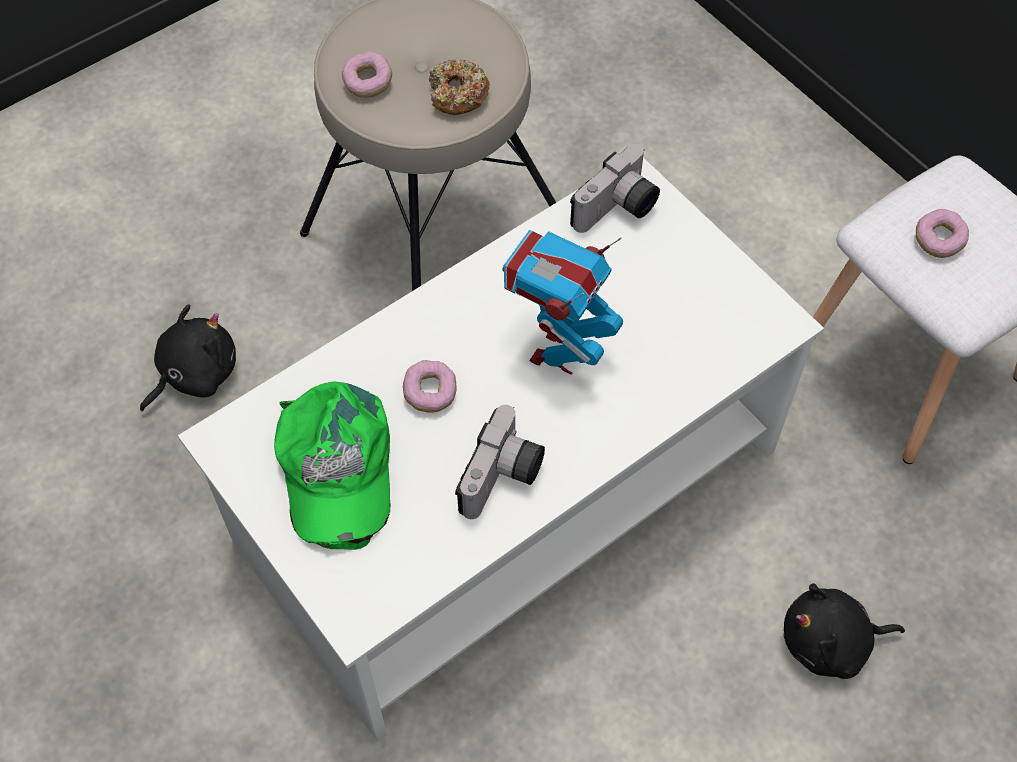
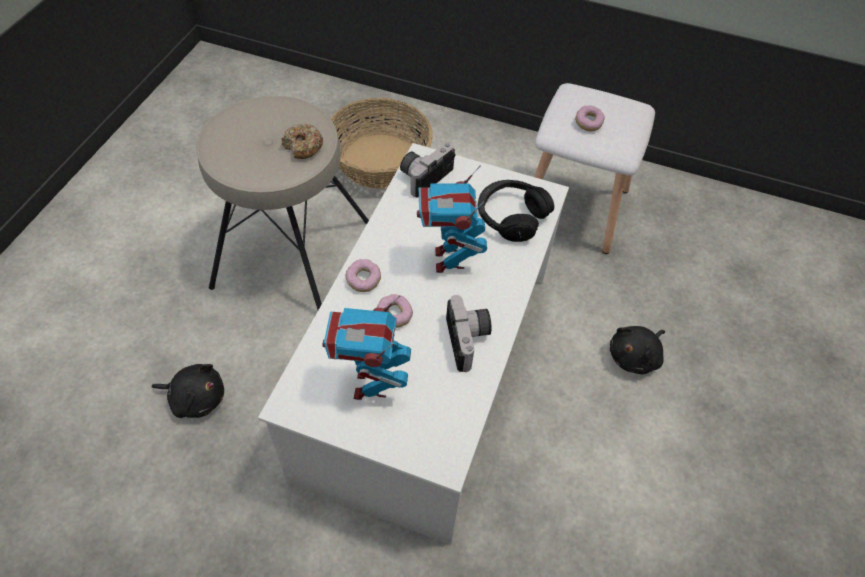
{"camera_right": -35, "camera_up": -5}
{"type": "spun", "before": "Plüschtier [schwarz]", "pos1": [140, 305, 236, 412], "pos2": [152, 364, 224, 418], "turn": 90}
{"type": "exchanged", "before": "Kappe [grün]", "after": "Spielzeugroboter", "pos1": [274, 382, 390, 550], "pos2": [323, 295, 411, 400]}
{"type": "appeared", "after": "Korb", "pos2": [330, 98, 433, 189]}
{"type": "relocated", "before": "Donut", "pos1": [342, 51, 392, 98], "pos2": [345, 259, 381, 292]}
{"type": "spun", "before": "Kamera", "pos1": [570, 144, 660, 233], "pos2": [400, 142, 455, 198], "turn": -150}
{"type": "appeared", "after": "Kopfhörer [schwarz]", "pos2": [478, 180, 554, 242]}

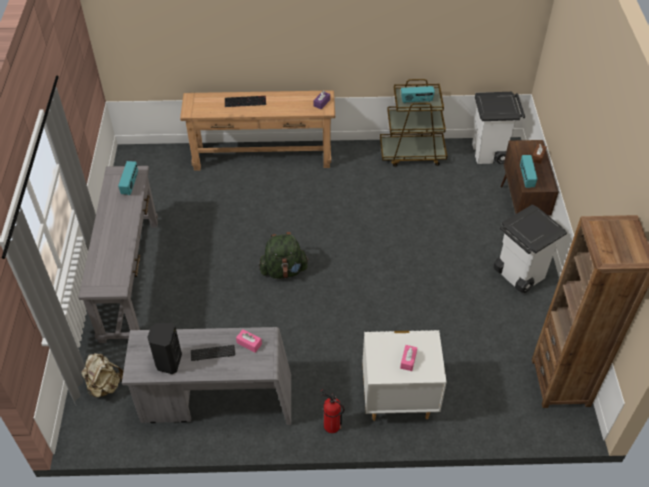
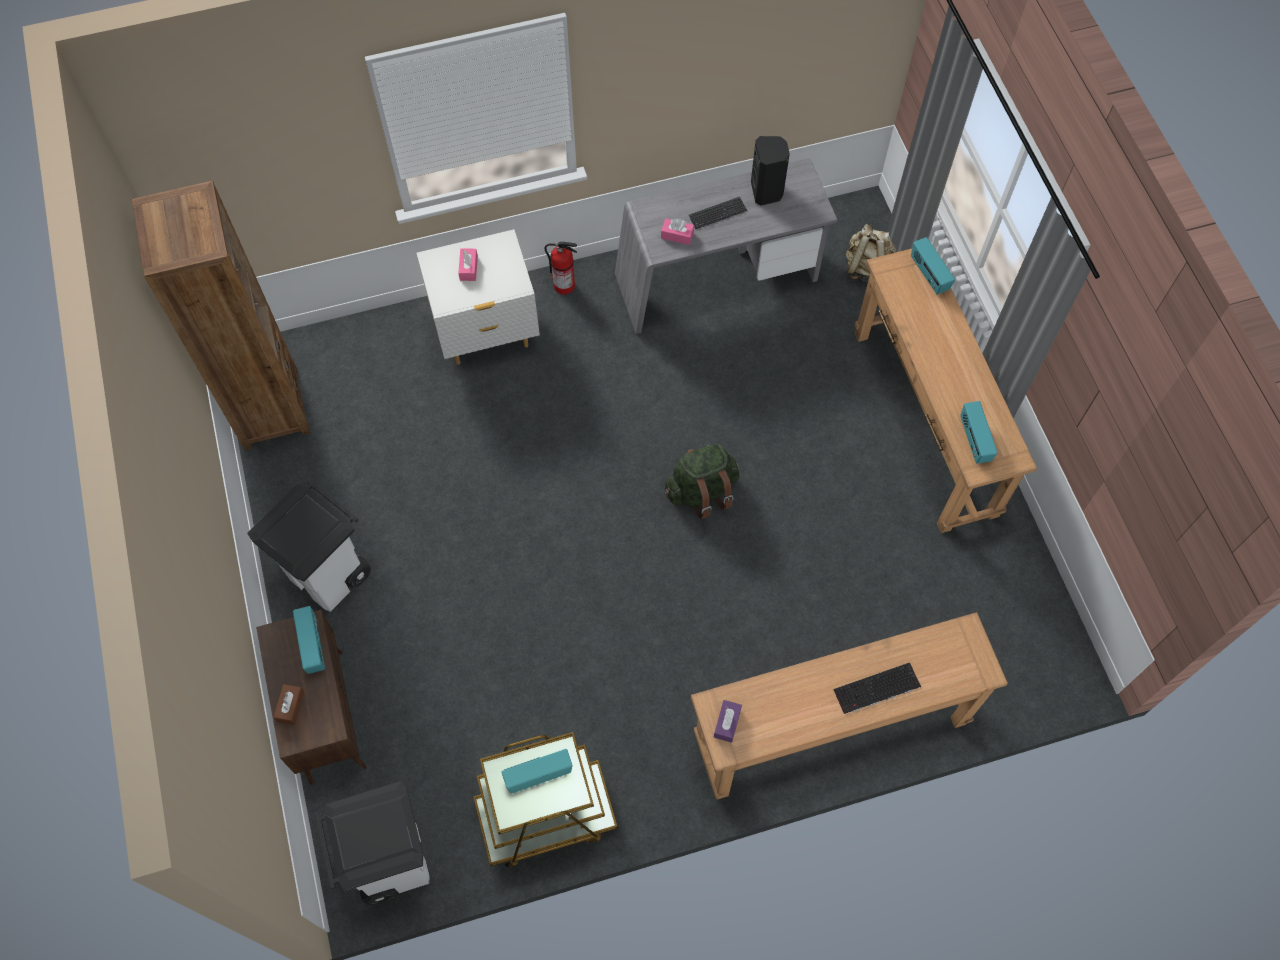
{"camera_right": 165, "camera_up": 15}
{"type": "colour", "before": "Konsolentisch [grau]", "after": "Konsolentisch [braun]", "pos1": [78, 166, 158, 343], "pos2": [855, 249, 1037, 533]}
{"type": "appeared", "after": "Radio", "pos2": [911, 237, 955, 295]}

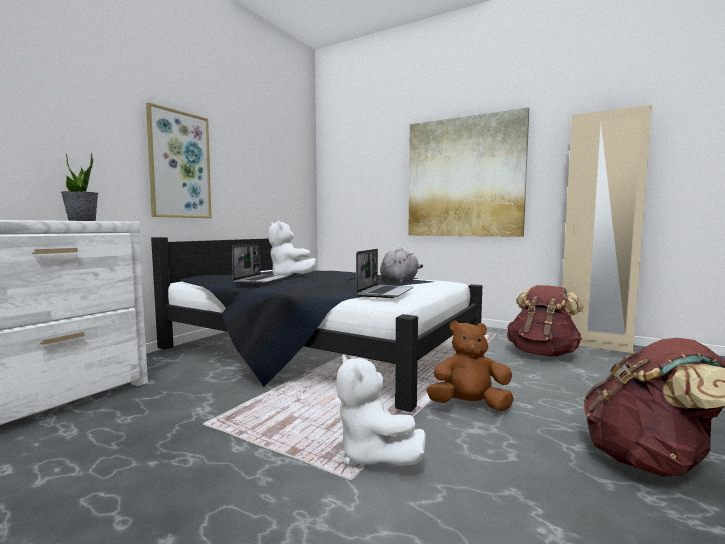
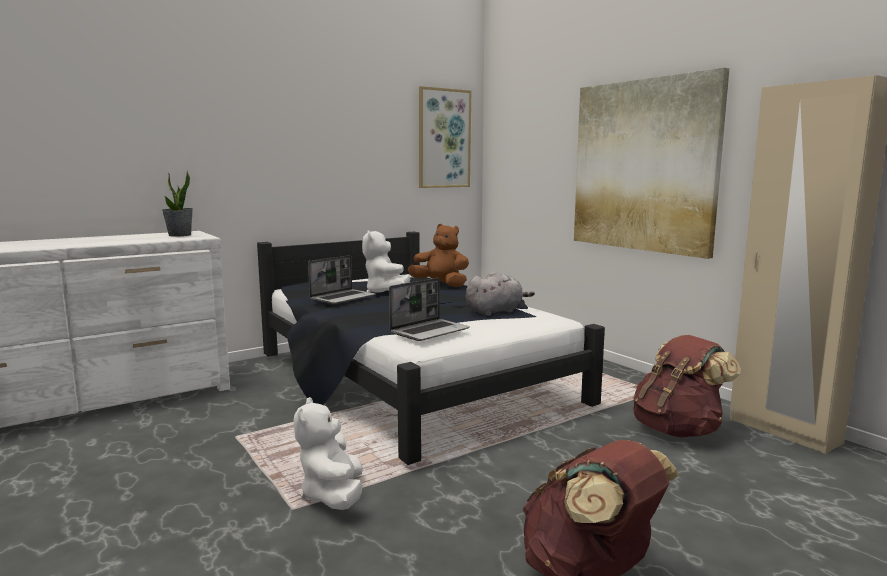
{"camera_right": 25, "camera_up": 5}
{"type": "relocated", "before": "Plüschtier [braun]", "pos1": [426, 320, 514, 411], "pos2": [408, 224, 469, 287]}
{"type": "relocated", "before": "Bild", "pos1": [146, 102, 211, 218], "pos2": [419, 86, 471, 188]}

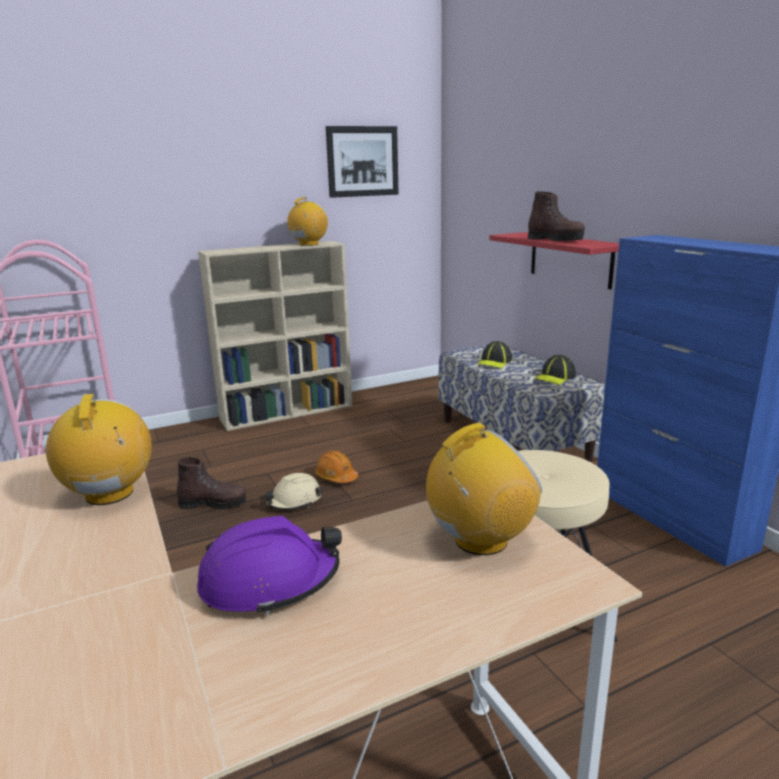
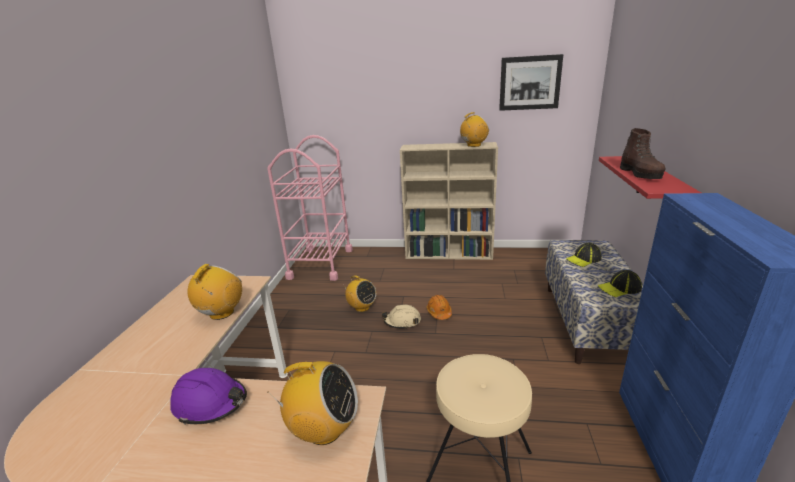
{"camera_right": 35, "camera_up": 5}
{"type": "exchanged", "before": "Stiefel [braun]", "after": "Radio", "pos1": [177, 457, 246, 509], "pos2": [344, 275, 376, 312]}

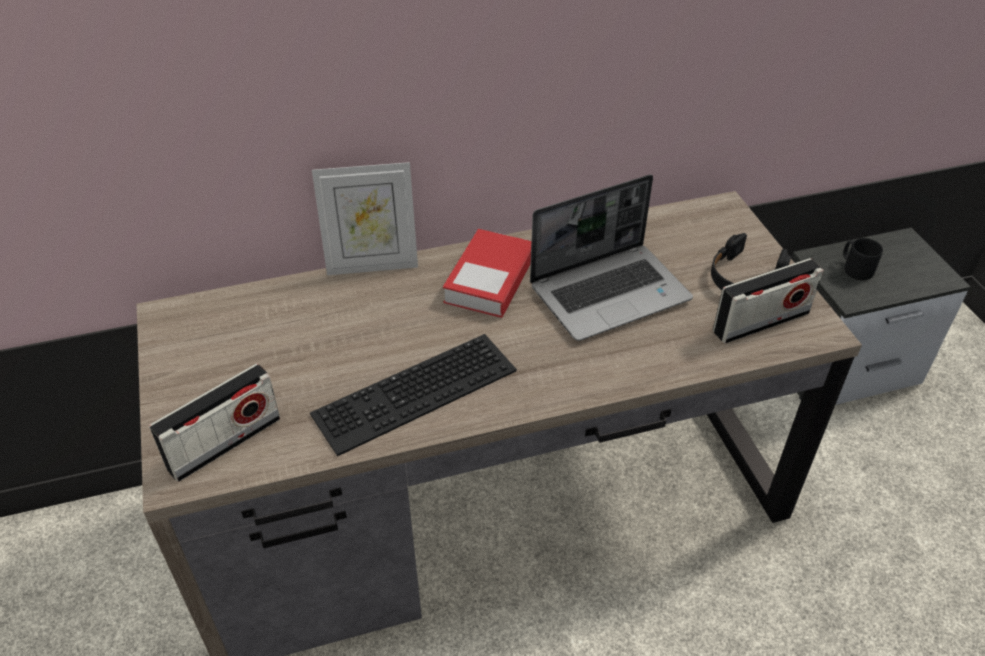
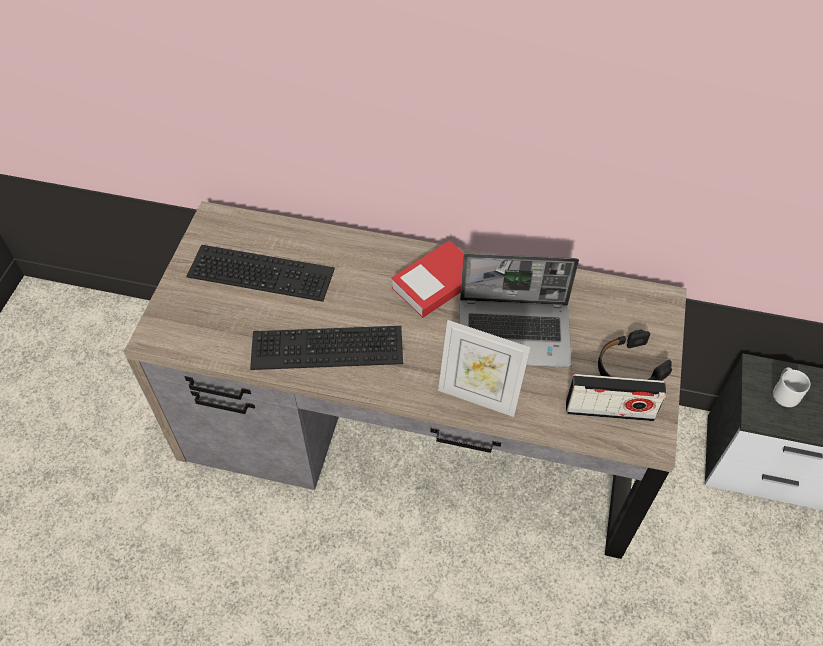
{"camera_right": 30, "camera_up": 10}
{"type": "appeared", "after": "Tastatur", "pos2": [186, 245, 335, 302]}
{"type": "relocated", "before": "Bilderrahmen", "pos1": [312, 162, 418, 275], "pos2": [438, 320, 531, 417]}
{"type": "colour", "before": "Henkelbecher [schwarz]", "after": "Henkelbecher [weiß]", "pos1": [843, 238, 883, 280], "pos2": [773, 367, 810, 407]}
{"type": "missing", "before": "Radio", "pos1": [149, 364, 280, 482]}

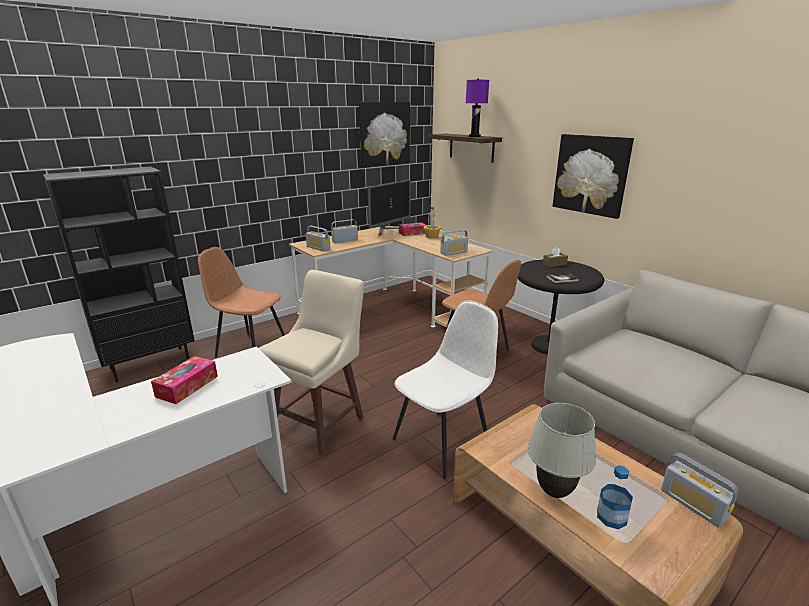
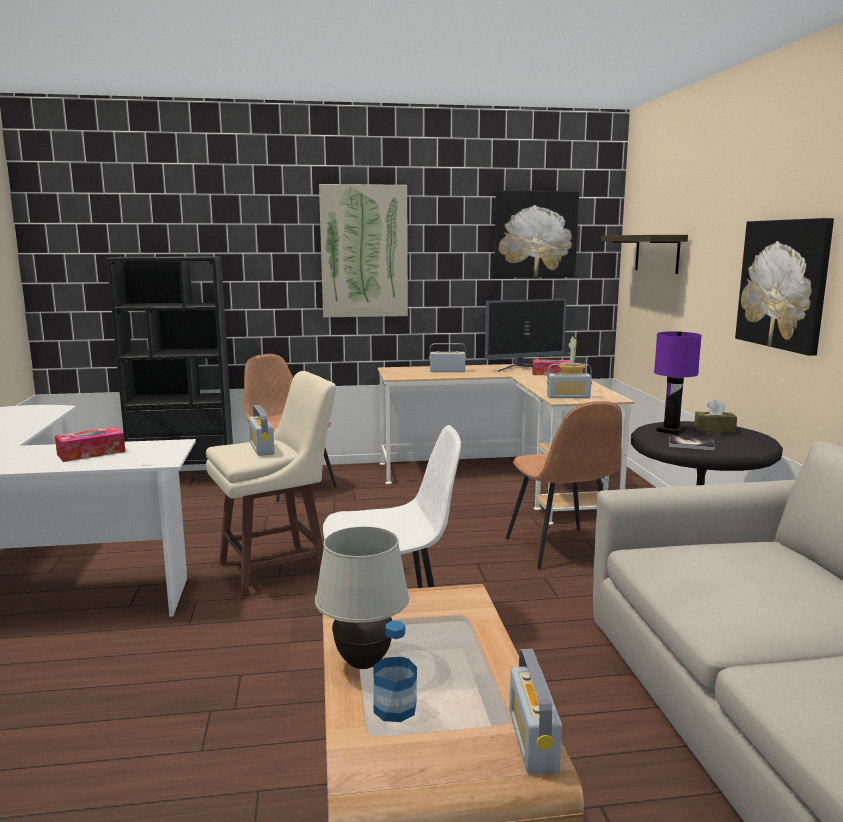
{"camera_right": 30, "camera_up": -10}
{"type": "relocated", "before": "Radio", "pos1": [306, 226, 331, 251], "pos2": [249, 405, 275, 456]}
{"type": "appeared", "after": "Bild", "pos2": [319, 184, 408, 317]}
{"type": "relocated", "before": "Tischlampe [lila]", "pos1": [466, 79, 489, 137], "pos2": [654, 331, 702, 435]}

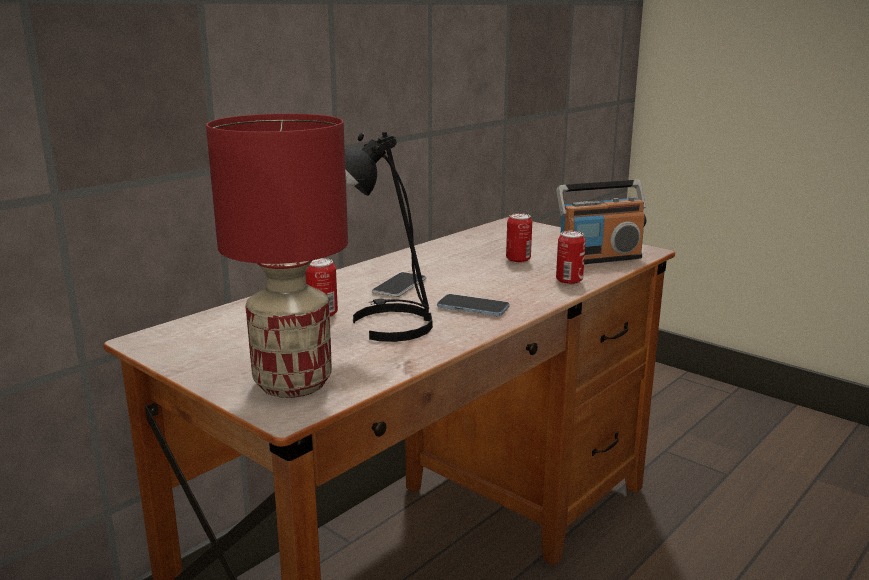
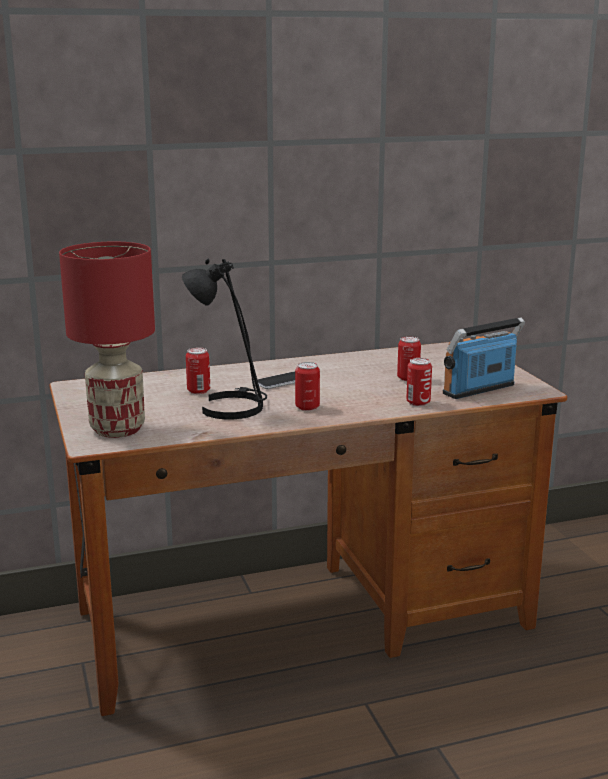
{"camera_right": 30, "camera_up": 0}
{"type": "exchanged", "before": "Handy", "after": "Dose", "pos1": [437, 294, 509, 316], "pos2": [295, 362, 320, 411]}
{"type": "spun", "before": "Radio", "pos1": [556, 180, 646, 264], "pos2": [443, 317, 525, 399], "turn": 135}

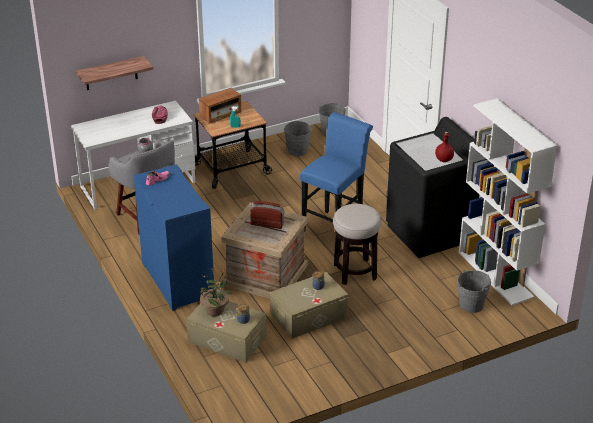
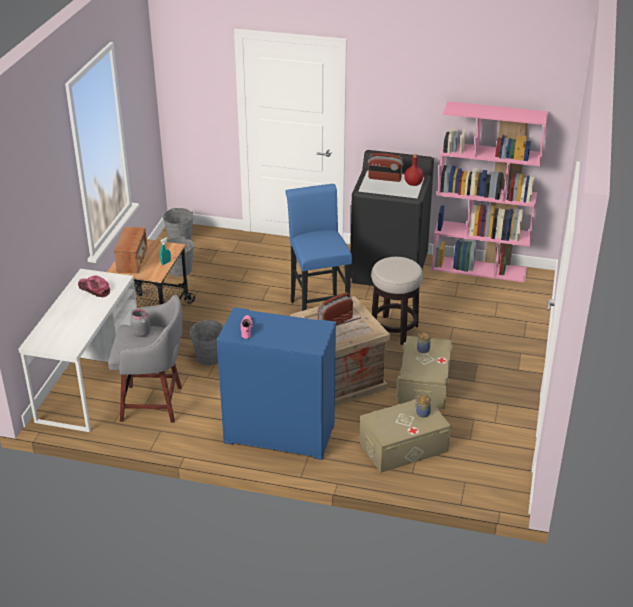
{"camera_right": -50, "camera_up": 0}
{"type": "relocated", "before": "Eimer [grau]", "pos1": [457, 270, 491, 313], "pos2": [190, 320, 224, 365]}
{"type": "appeared", "after": "Radio", "pos2": [368, 153, 403, 182]}
{"type": "colour", "before": "Bücherregal [weiß]", "after": "Bücherregal [rosa]", "pos1": [459, 99, 558, 305], "pos2": [432, 101, 548, 283]}
{"type": "missing", "before": "Wandregal", "pos1": [76, 56, 153, 90]}
{"type": "missing", "before": "Topfpflanze", "pos1": [200, 268, 233, 316]}

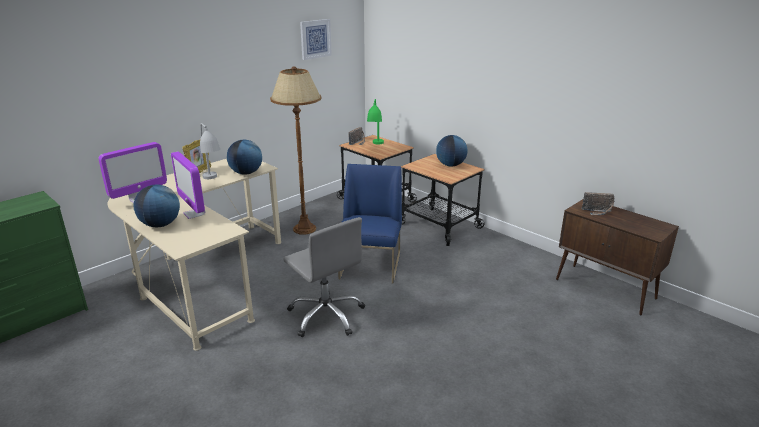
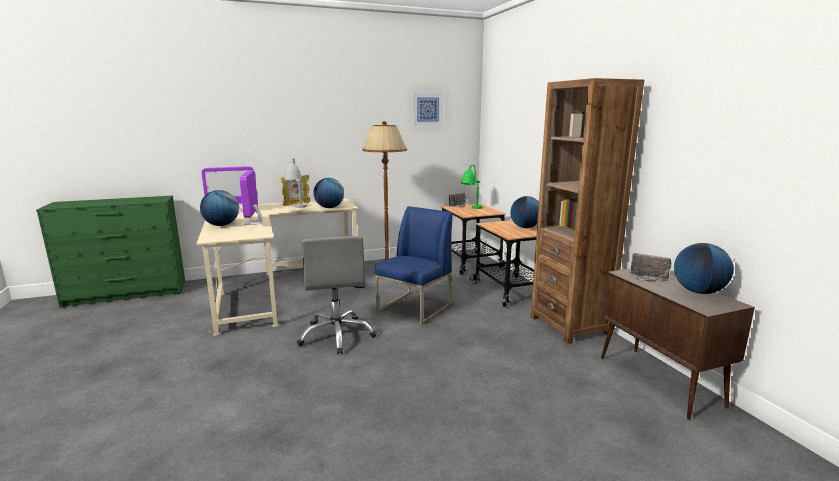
{"camera_right": 25, "camera_up": -10}
{"type": "appeared", "after": "Bücherregal [braun]", "pos2": [531, 78, 644, 344]}
{"type": "appeared", "after": "Globus", "pos2": [674, 243, 734, 294]}

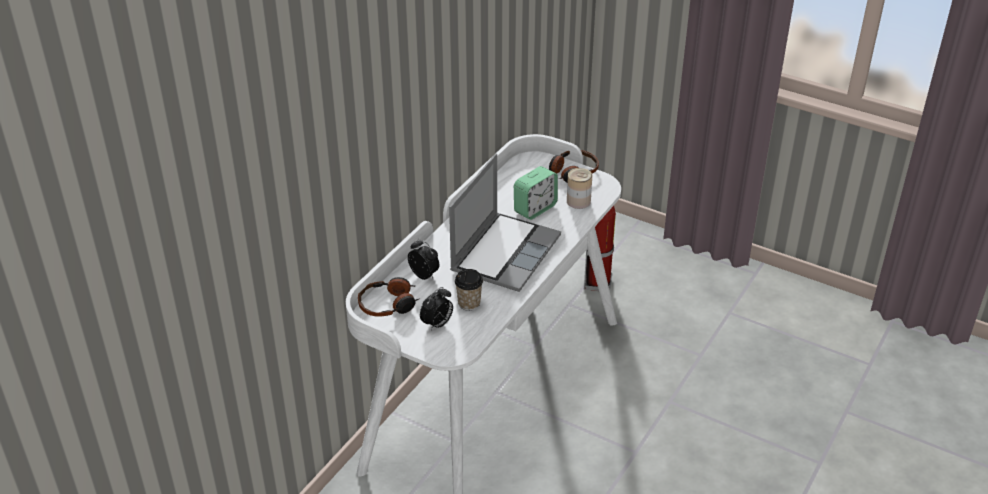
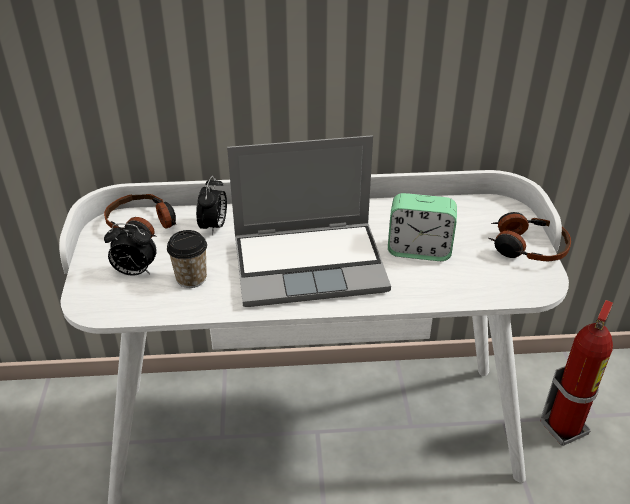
{"camera_right": 55, "camera_up": 0}
{"type": "missing", "before": "Dose", "pos1": [567, 168, 592, 209]}

